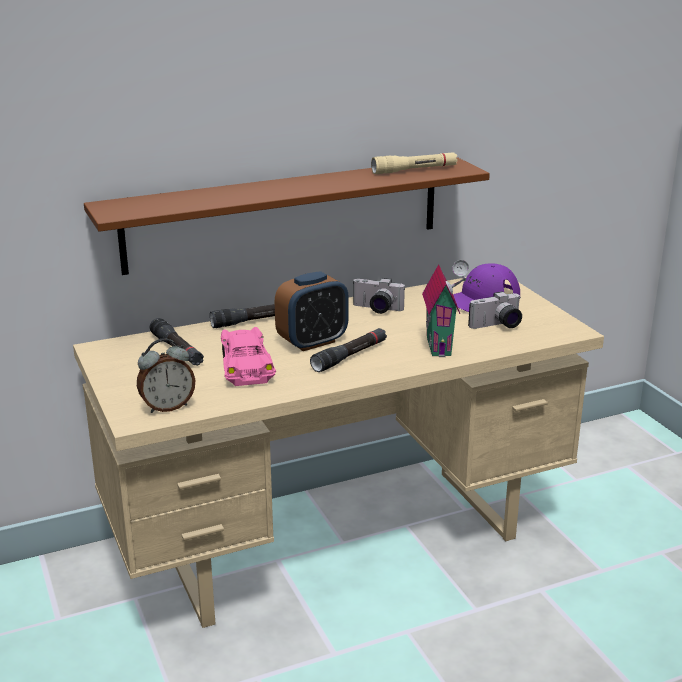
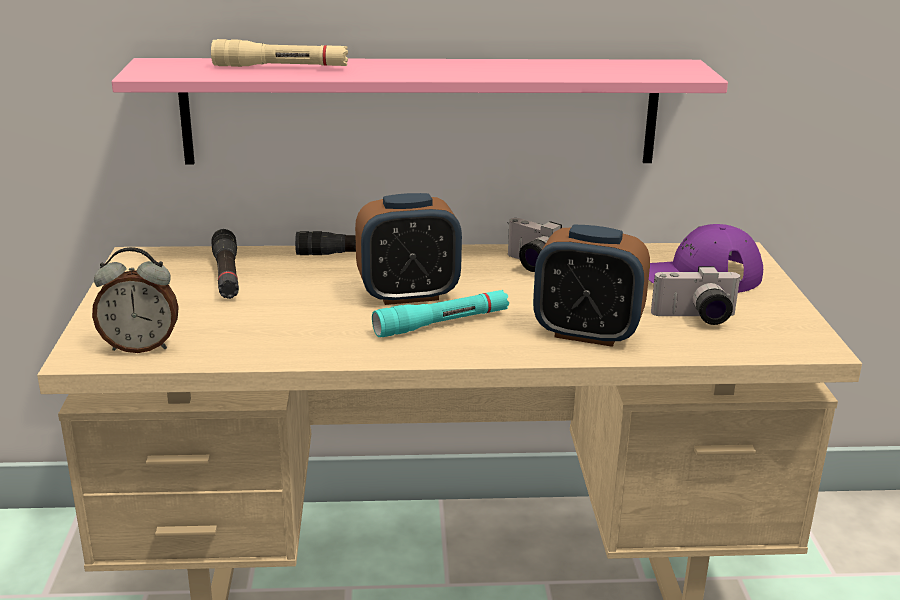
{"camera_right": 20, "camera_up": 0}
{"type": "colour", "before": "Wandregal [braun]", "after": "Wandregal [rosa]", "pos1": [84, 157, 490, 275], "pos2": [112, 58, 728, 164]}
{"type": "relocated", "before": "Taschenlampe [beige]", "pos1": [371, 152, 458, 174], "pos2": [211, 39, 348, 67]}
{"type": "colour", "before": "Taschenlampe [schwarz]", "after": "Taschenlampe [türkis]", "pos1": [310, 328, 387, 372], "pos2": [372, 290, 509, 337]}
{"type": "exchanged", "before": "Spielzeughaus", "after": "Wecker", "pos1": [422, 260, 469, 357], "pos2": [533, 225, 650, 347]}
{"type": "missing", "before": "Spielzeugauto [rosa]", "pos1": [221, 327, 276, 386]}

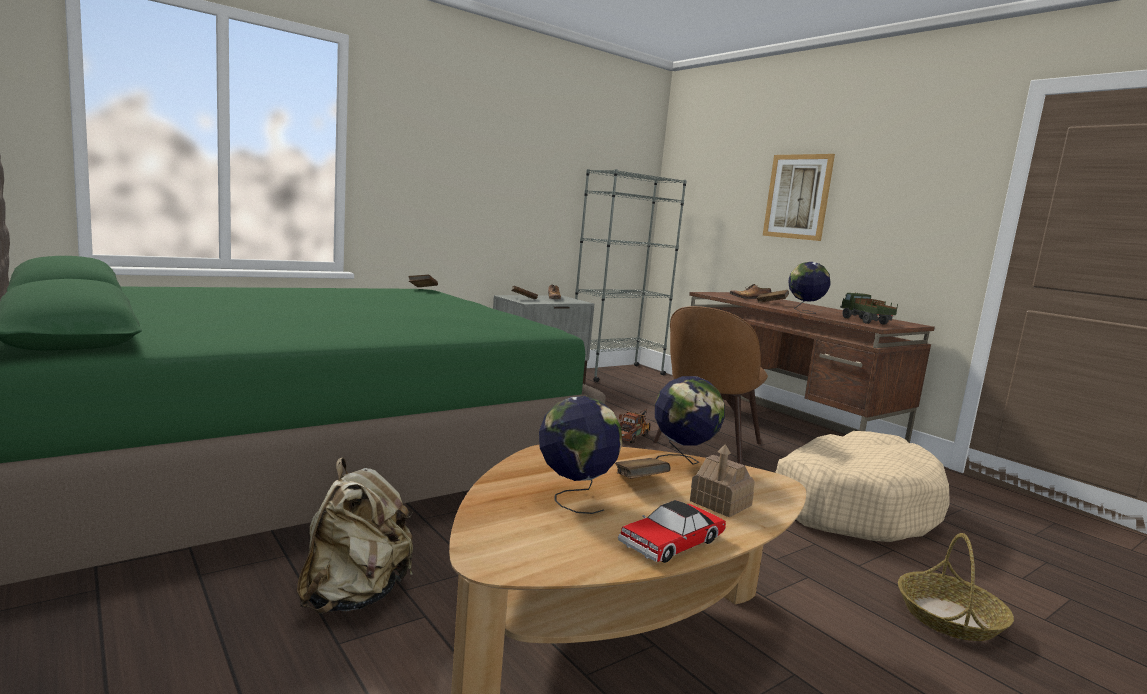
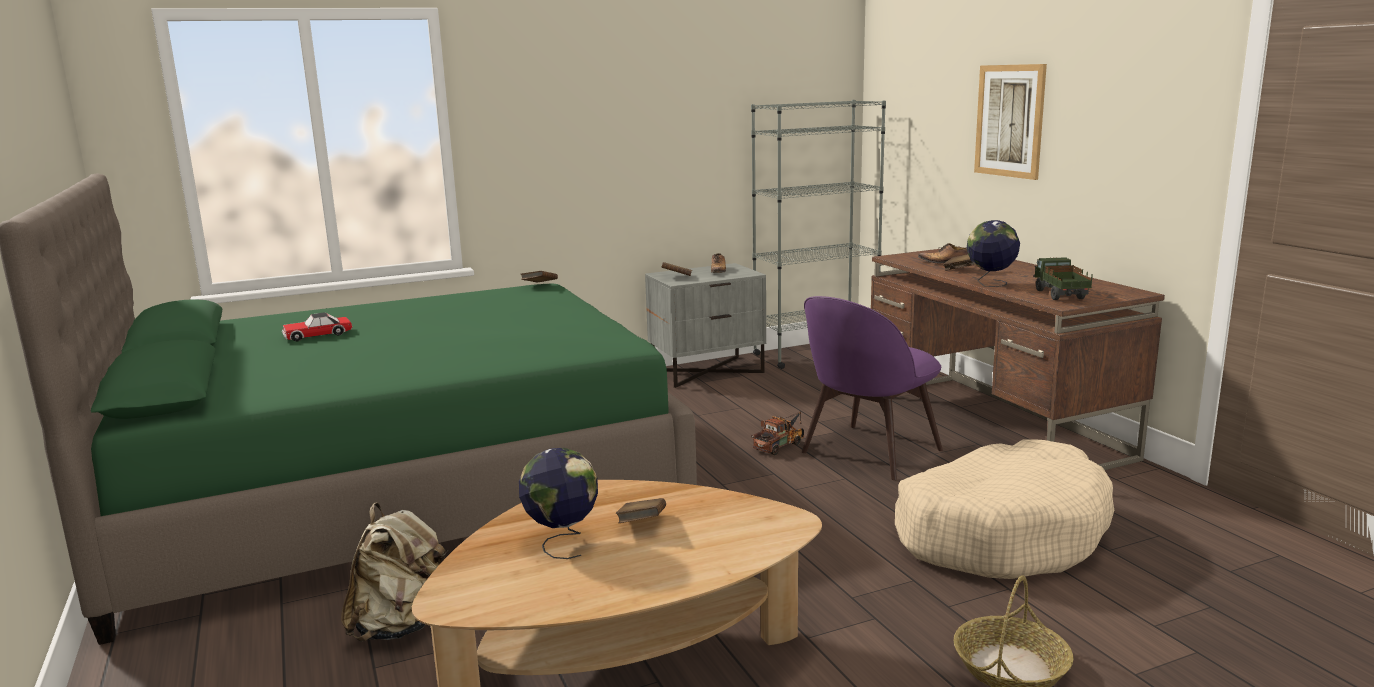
{"camera_right": 15, "camera_up": 5}
{"type": "relocated", "before": "Spielzeugauto", "pos1": [618, 500, 726, 563], "pos2": [282, 312, 352, 342]}
{"type": "colour", "before": "Stuhl [braun]", "after": "Stuhl [lila]", "pos1": [653, 306, 768, 464], "pos2": [802, 296, 943, 480]}
{"type": "missing", "before": "Globus", "pos1": [655, 376, 725, 465]}
{"type": "missing", "before": "Spielzeughaus", "pos1": [690, 444, 755, 517]}

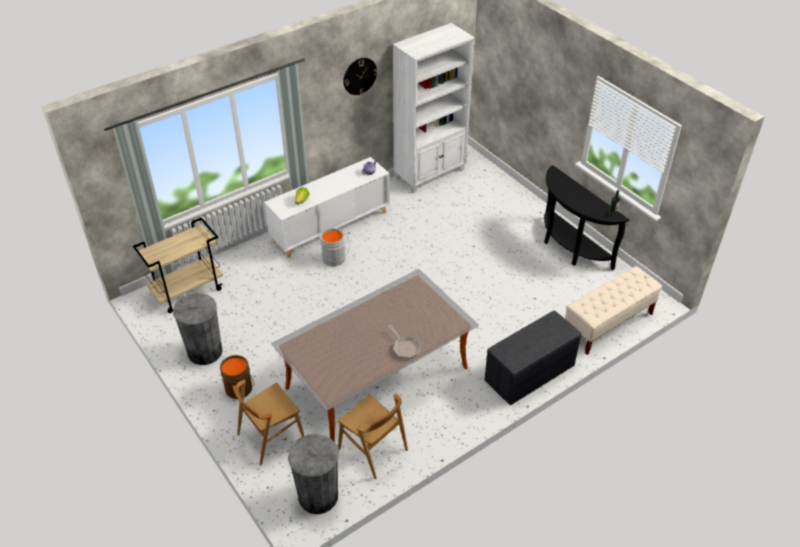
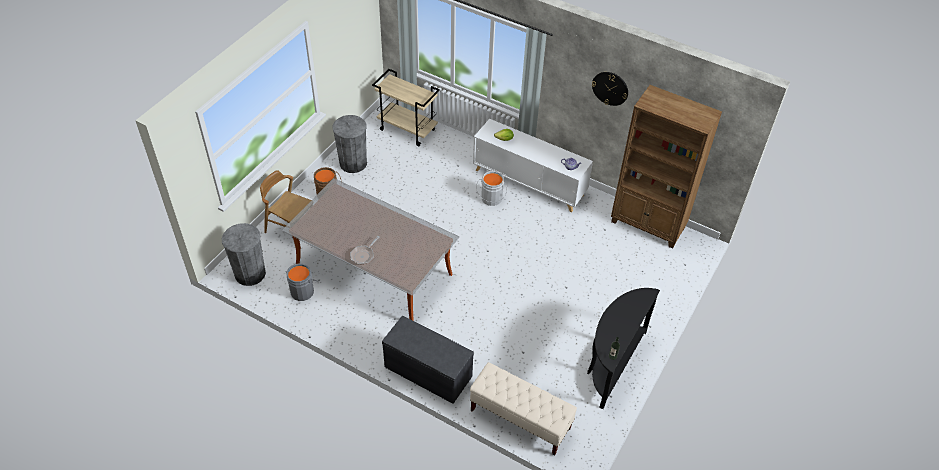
{"camera_right": 65, "camera_up": 5}
{"type": "exchanged", "before": "Stuhl [braun]", "after": "Eimer [grau]", "pos1": [338, 394, 408, 479], "pos2": [285, 264, 318, 301]}
{"type": "colour", "before": "Bücherregal [weiß]", "after": "Bücherregal [braun]", "pos1": [393, 23, 475, 193], "pos2": [611, 85, 722, 249]}

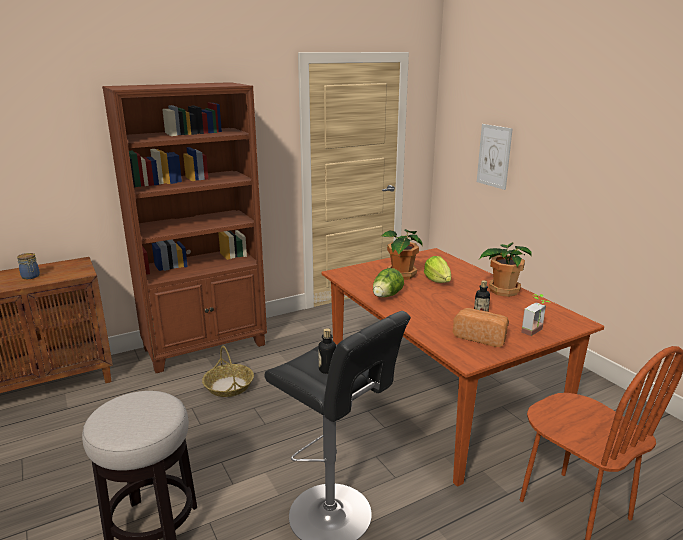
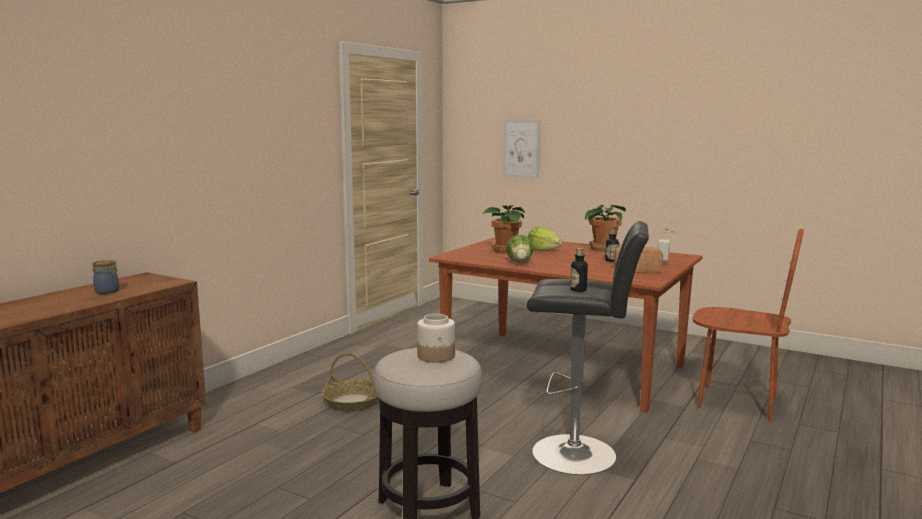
{"camera_right": -30, "camera_up": -10}
{"type": "appeared", "after": "Vorratsglas", "pos2": [417, 314, 455, 363]}
{"type": "missing", "before": "Bücherregal [braun]", "pos1": [102, 82, 267, 373]}

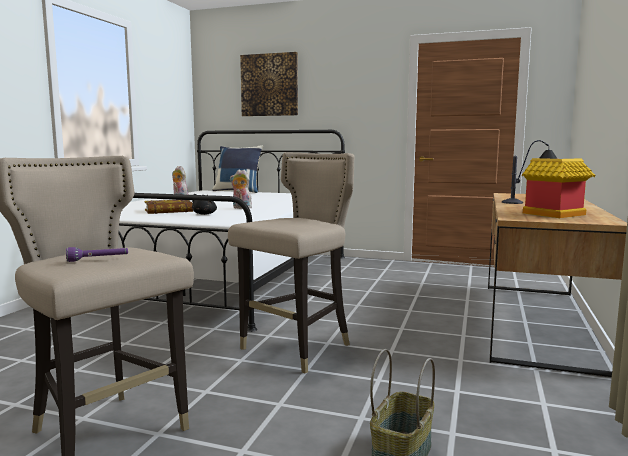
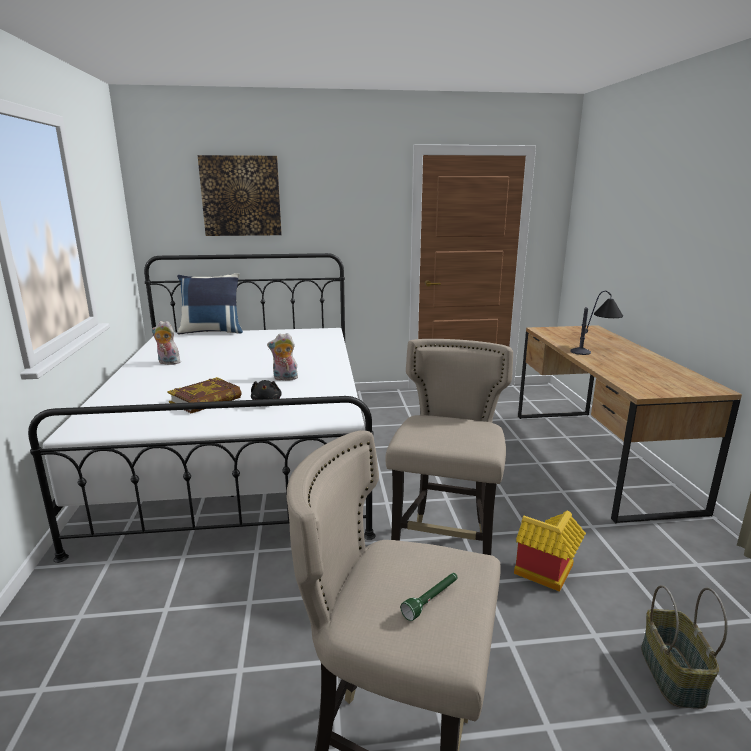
{"camera_right": -25, "camera_up": 10}
{"type": "colour", "before": "Taschenlampe [lila]", "after": "Taschenlampe [grün]", "pos1": [66, 247, 128, 262], "pos2": [400, 573, 458, 621]}
{"type": "relocated", "before": "Spielzeughaus", "pos1": [522, 158, 596, 218], "pos2": [514, 511, 586, 592]}

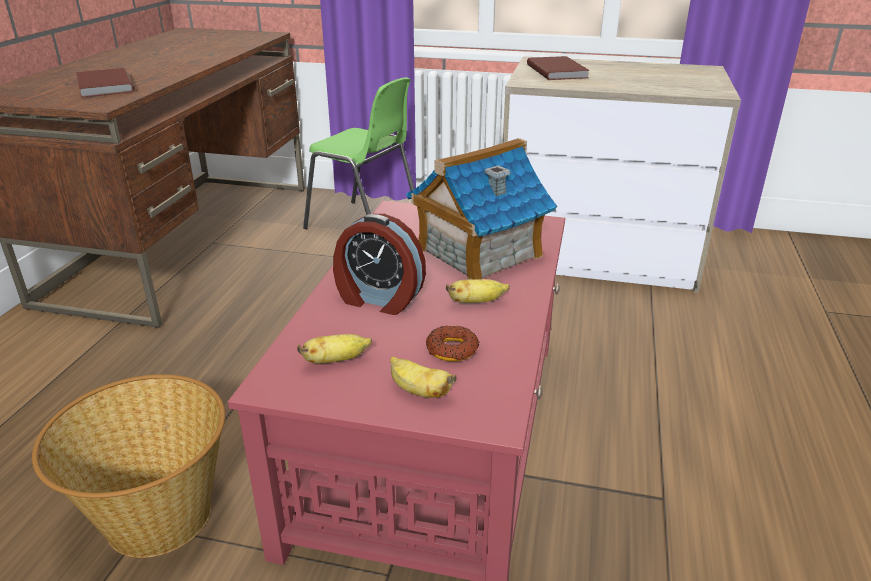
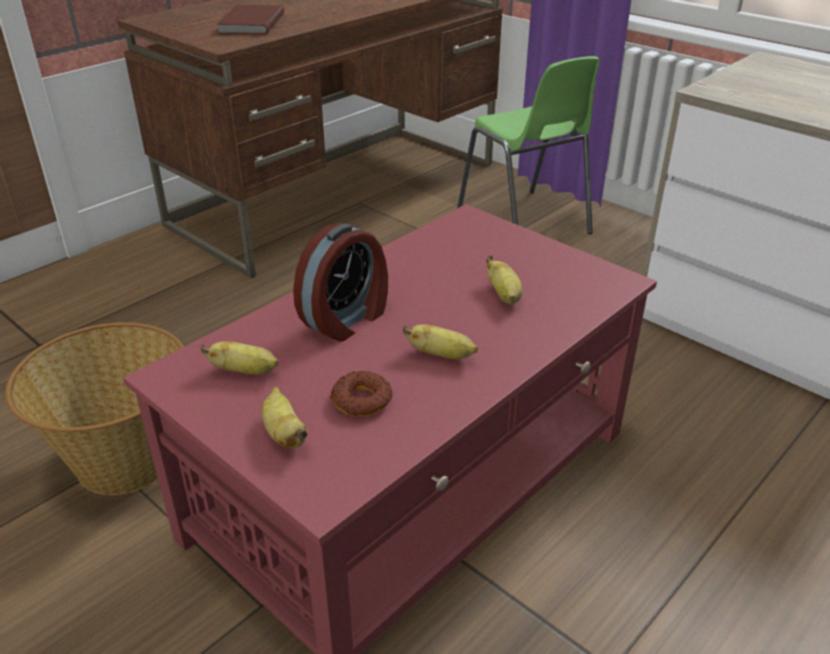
{"camera_right": 30, "camera_up": 5}
{"type": "spun", "before": "Wecker", "pos1": [333, 214, 426, 315], "pos2": [293, 223, 388, 342], "turn": -105}
{"type": "exchanged", "before": "Spielzeughaus", "after": "Banane", "pos1": [406, 138, 557, 279], "pos2": [486, 255, 523, 304]}
{"type": "missing", "before": "Buch [braun]", "pos1": [527, 56, 590, 80]}

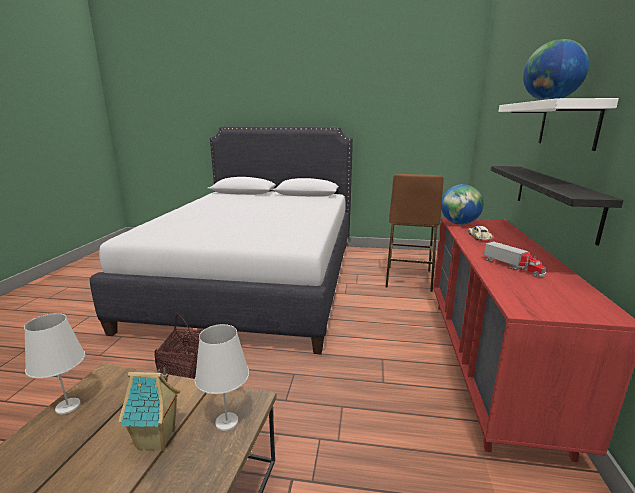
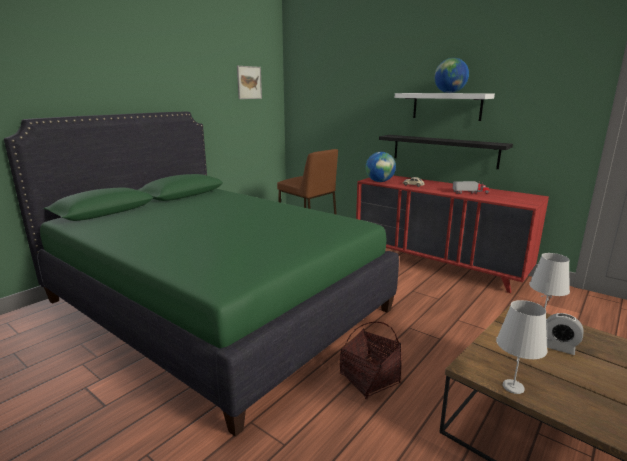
{"camera_right": -60, "camera_up": 0}
{"type": "colour", "before": "Bett [weiß]", "after": "Bett [grün]", "pos1": [90, 126, 353, 354], "pos2": [4, 112, 399, 437]}
{"type": "appeared", "after": "Bild", "pos2": [237, 66, 262, 99]}
{"type": "exchanged", "before": "Spielzeughaus", "after": "Wecker", "pos1": [118, 367, 180, 451], "pos2": [546, 313, 584, 355]}

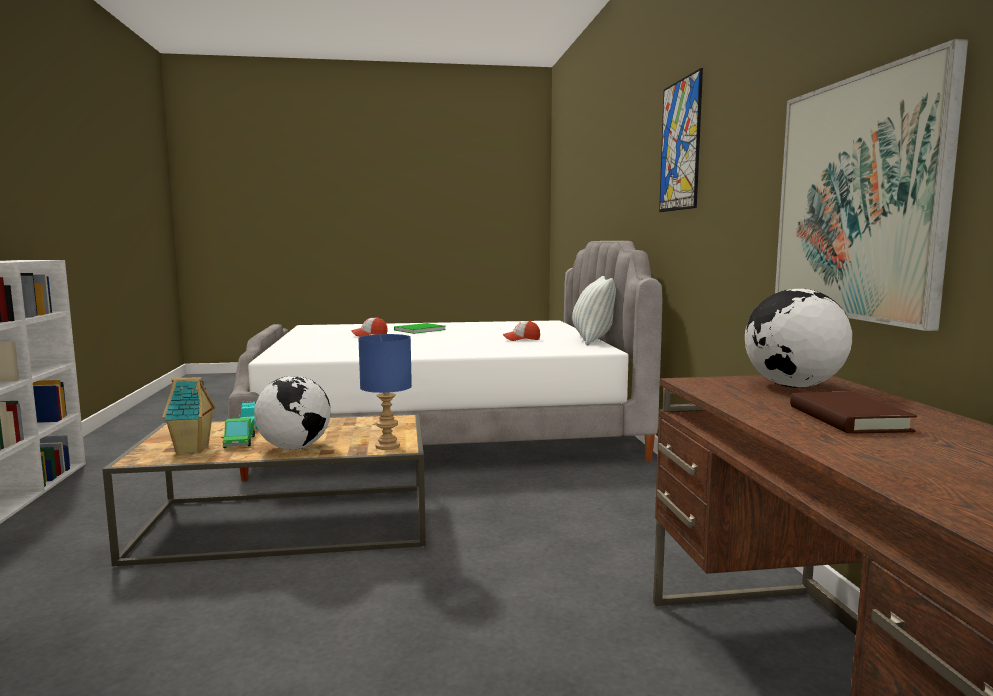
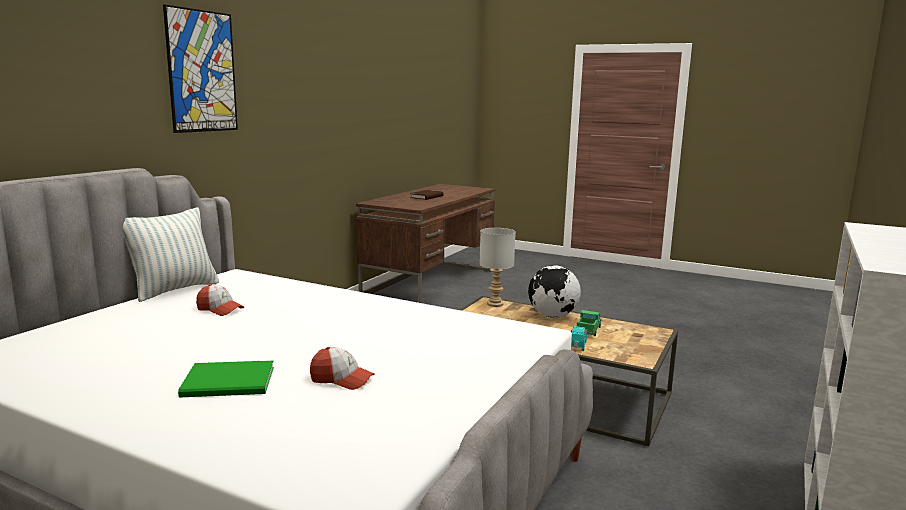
{"camera_right": -145, "camera_up": 5}
{"type": "colour", "before": "Tischlampe [blau]", "after": "Tischlampe [grau]", "pos1": [358, 334, 412, 450], "pos2": [479, 228, 516, 307]}
{"type": "missing", "before": "Spielzeughaus", "pos1": [162, 377, 216, 453]}
{"type": "missing", "before": "Globus", "pos1": [745, 289, 852, 388]}
{"type": "missing", "before": "Bild", "pos1": [775, 39, 968, 331]}

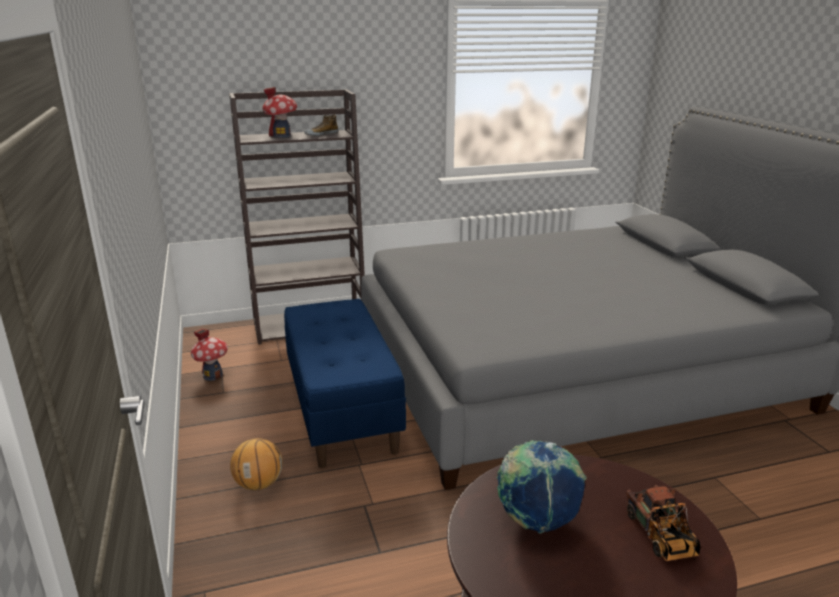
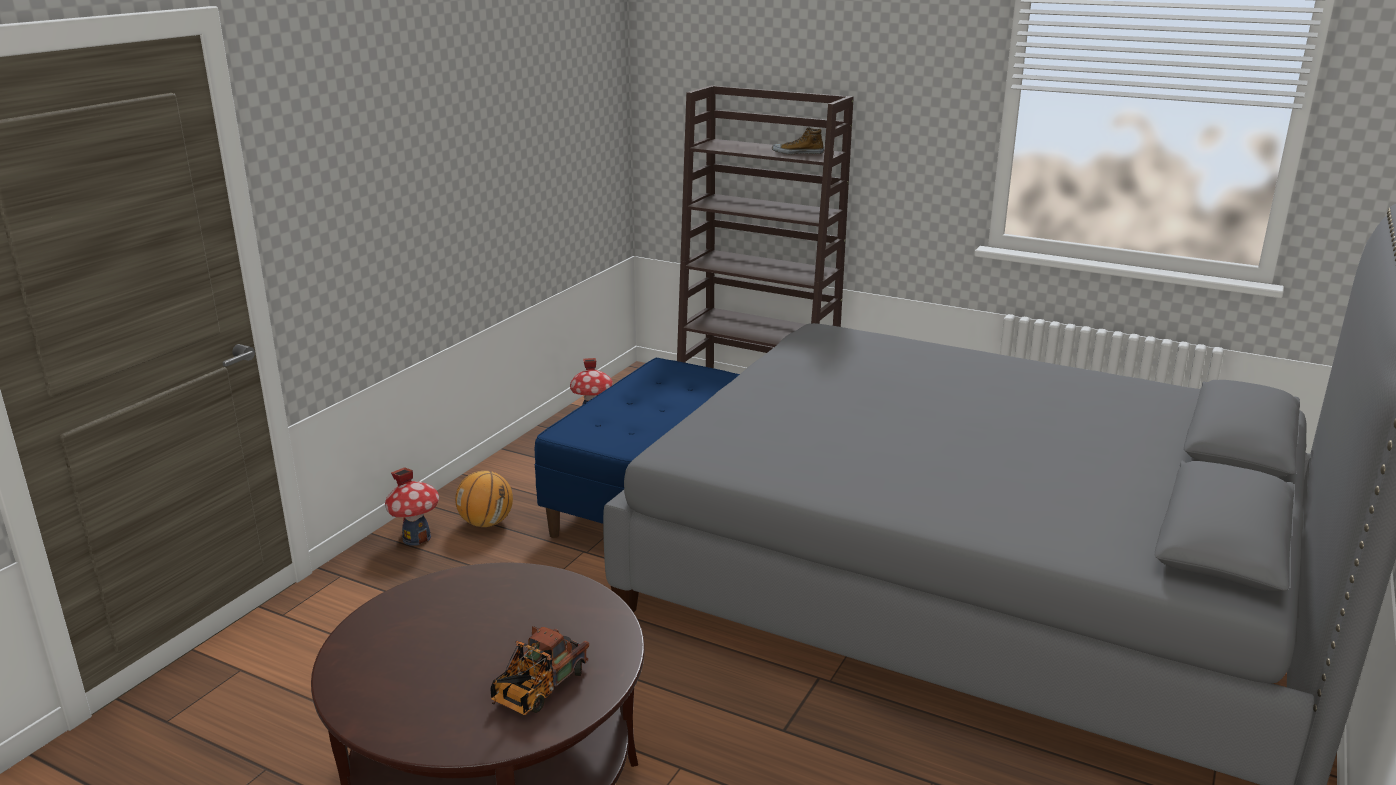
{"camera_right": 45, "camera_up": 0}
{"type": "relocated", "before": "Spielzeughaus", "pos1": [262, 87, 297, 138], "pos2": [385, 467, 439, 546]}
{"type": "missing", "before": "Globus", "pos1": [497, 440, 587, 533]}

